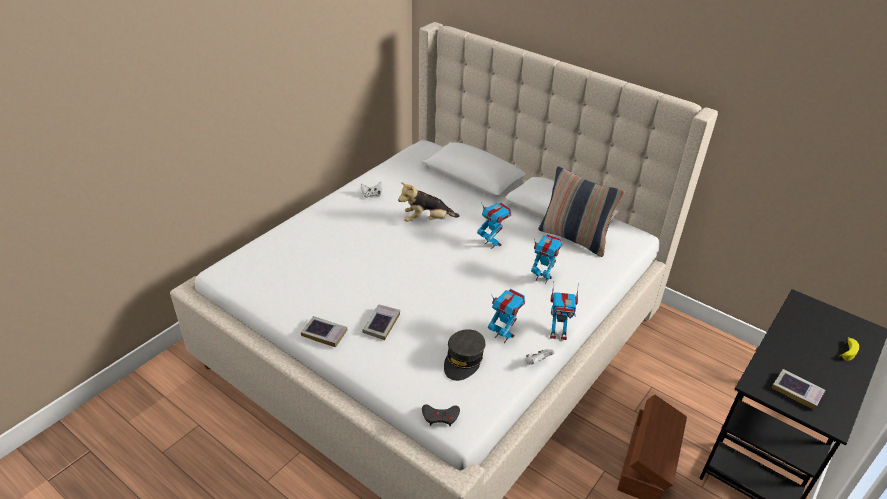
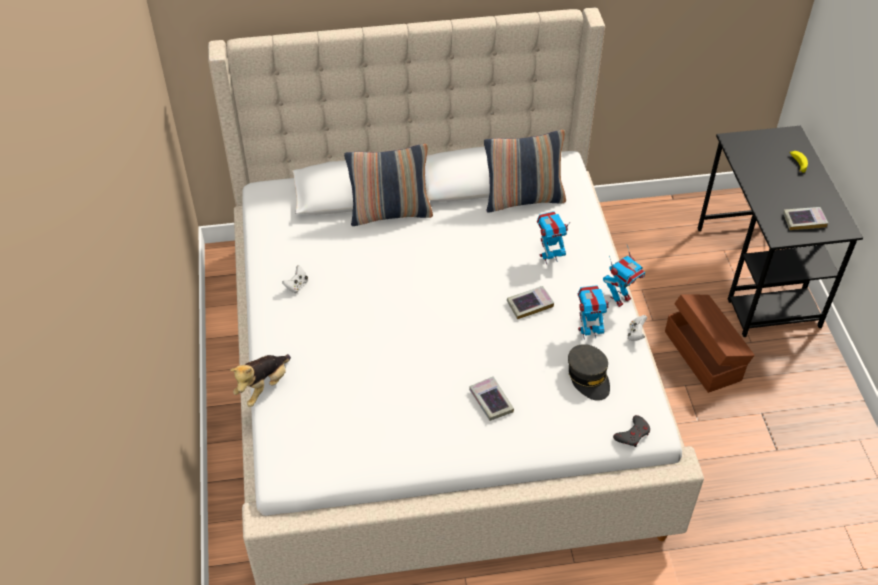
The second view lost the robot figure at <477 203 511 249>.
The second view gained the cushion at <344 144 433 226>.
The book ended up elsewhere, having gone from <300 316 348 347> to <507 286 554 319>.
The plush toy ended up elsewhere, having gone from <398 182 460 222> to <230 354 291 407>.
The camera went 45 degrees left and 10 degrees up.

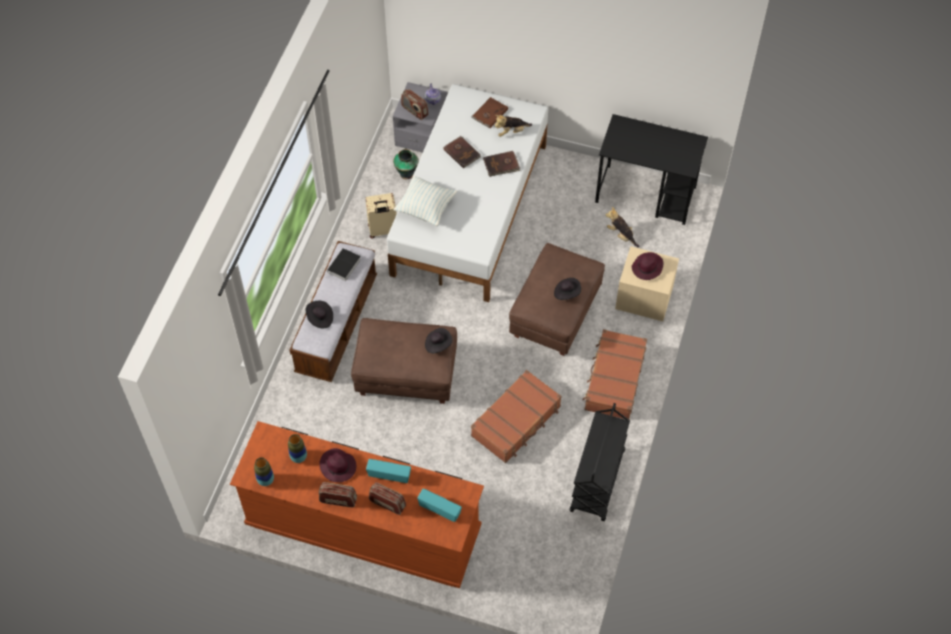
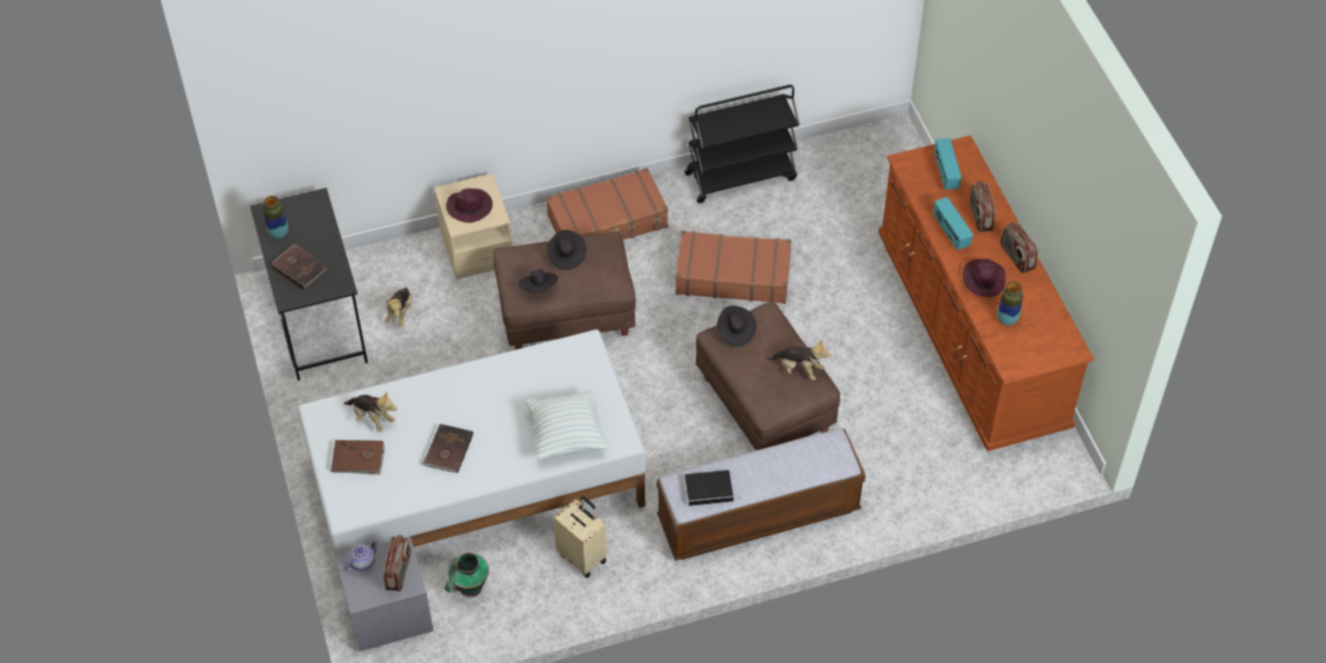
The second view gained the plush toy at <767 339 831 380>.
The vase ended up elsewhere, having gone from <254 457 274 486> to <263 196 288 239>.
The hat (black-coloured) ended up elsewhere, having gone from <306 301 333 328> to <519 269 558 293>.
The book (brownish) ended up elsewhere, having gone from <483 151 520 177> to <271 244 328 290>.
The camera went 125 degrees left and 5 degrees down.

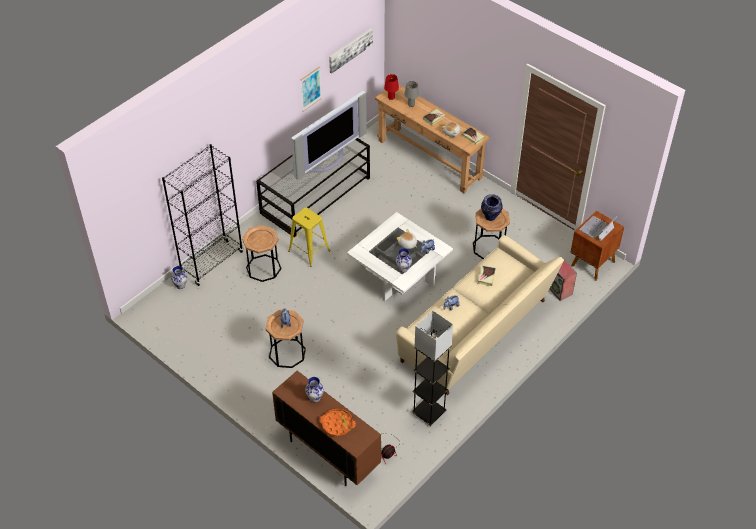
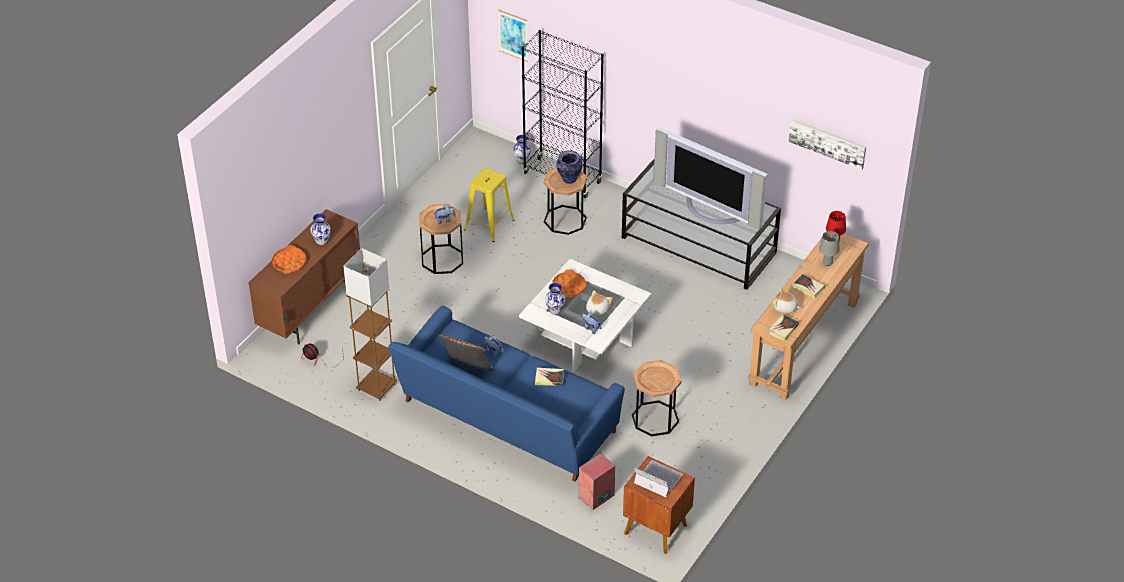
The second view gained the cushion (brownish) at <438 335 494 371>.
The second view gained the serving tray (orangey) at <552 269 586 298>.
The sitting stool (yellowish) ended up elsewhere, having gone from <288 207 330 267> to <464 168 514 242>.
The picture ended up elsewhere, having gone from <301 66 322 112> to <498 10 528 62>.
The vase ended up elsewhere, having gone from <481 194 502 221> to <556 150 583 184>.
What was the couch (beige) at <396 235 564 395> turned into the couch (blue-coloured) at <389 306 625 481>.
What was the standard lamp (gray) at <412 310 453 426> turned into the standard lamp (brownish) at <343 248 397 401>.
The camera went 80 degrees right and 5 degrees down.

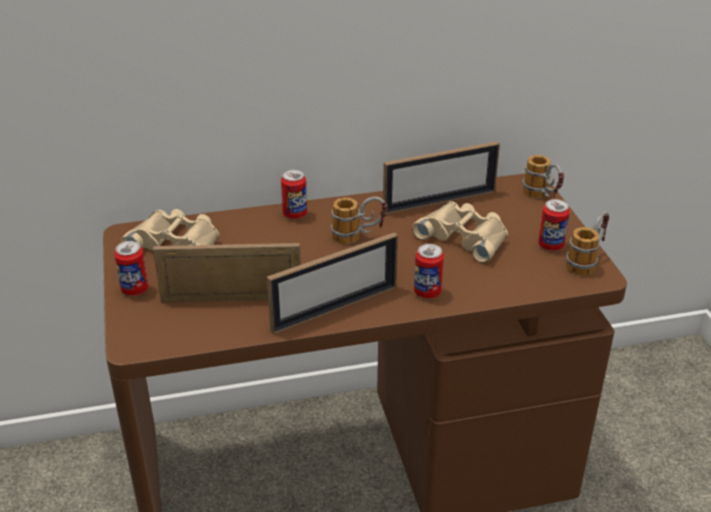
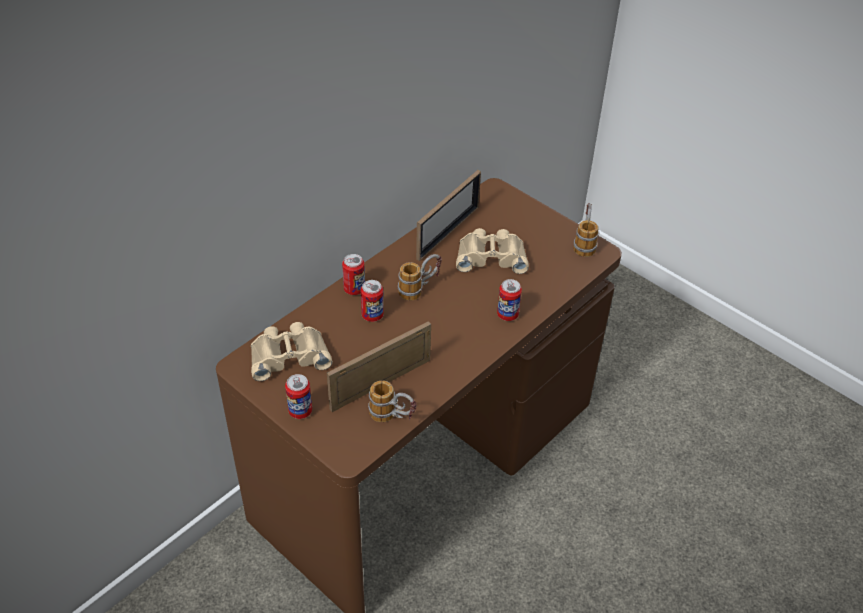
The second view lost the picture frame at <267 232 398 334>.
The mug ended up elsewhere, having gone from <522 155 564 198> to <368 381 416 422>.
The can ended up elsewhere, having gone from <538 199 570 251> to <361 280 384 322>.
The camera went 35 degrees left and 10 degrees up.

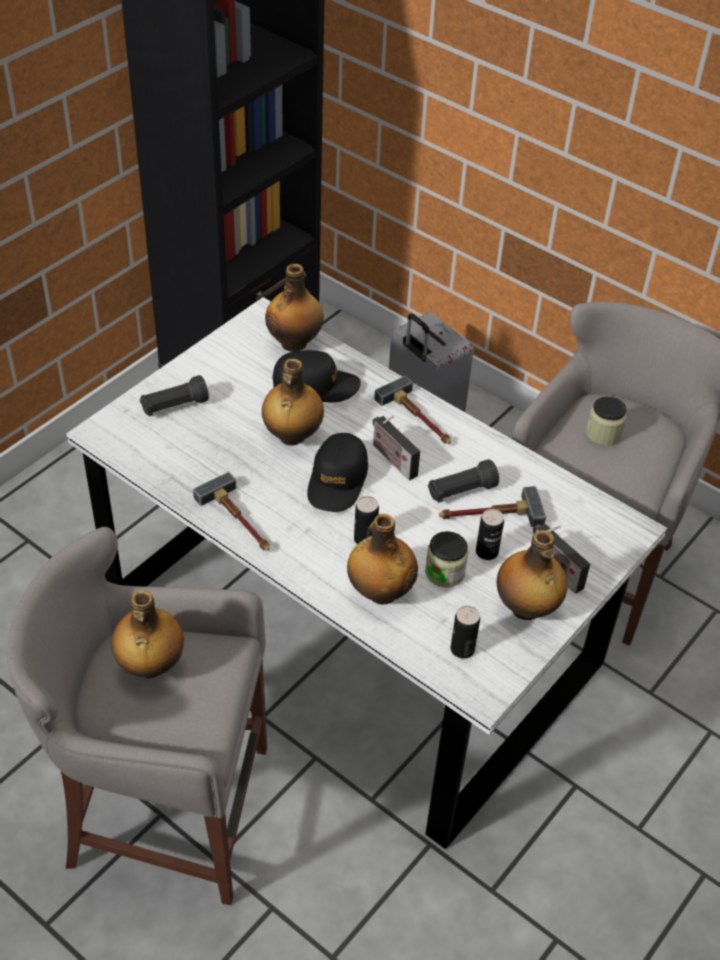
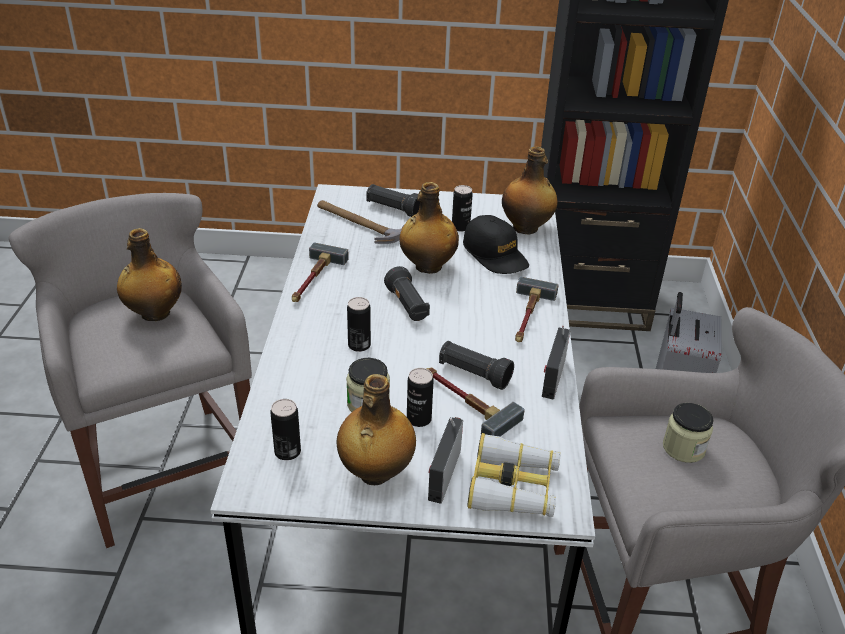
The second view lost the bottle at <347 514 418 605>.
The second view gained the hand hammer at <317 200 404 244>.
The second view gained the can at <452 185 473 232>.
The second view gained the pair of binoculars at <467 433 561 517>.
The radio receiver ended up elsewhere, having gone from <373 416 420 480> to <542 325 570 400>.
Where the cap (black-coloured) stood at <307 433 368 512>, the flashlight (black-coloured) came to stand at <384 266 430 321>.
The camera went 55 degrees right and 10 degrees down.

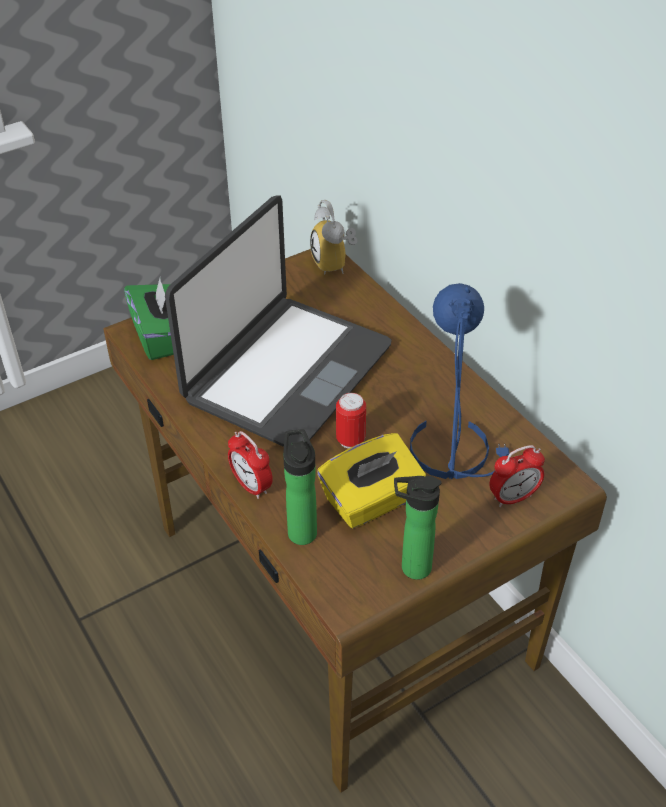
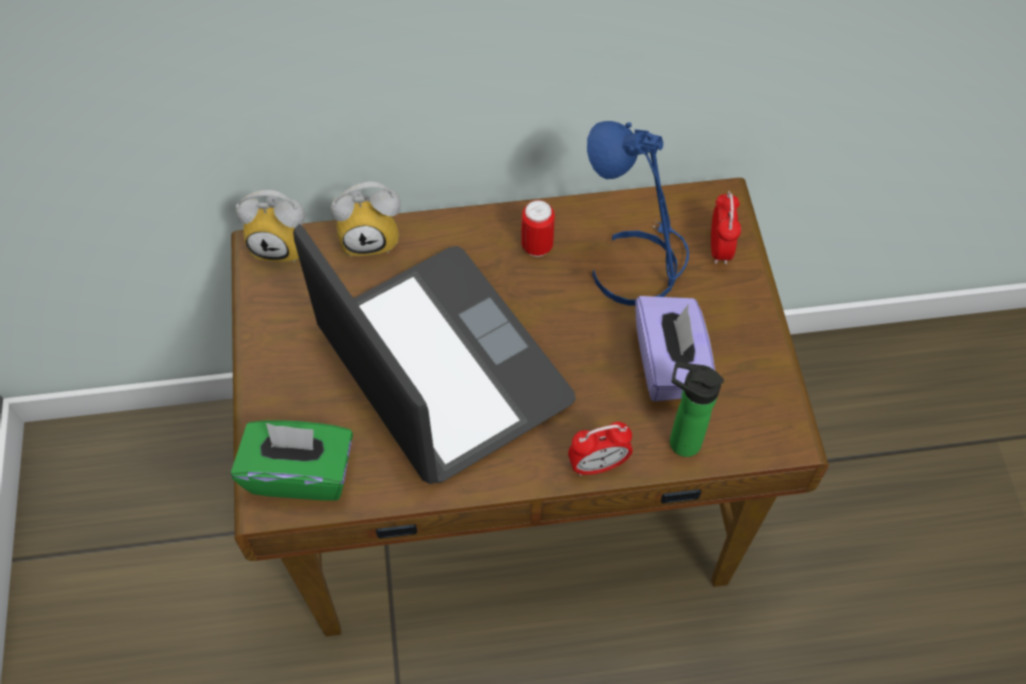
The second view lost the bottle at <394 476 442 580>.
The second view gained the table clock at <331 182 401 257>.
The can ended up elsewhere, having gone from <336 393 366 449> to <521 200 555 257>.
What was the box of tissues (yellowish) at <317 433 426 528> turned into the box of tissues (purple) at <635 296 715 401>.
The camera went 65 degrees left and 15 degrees up.

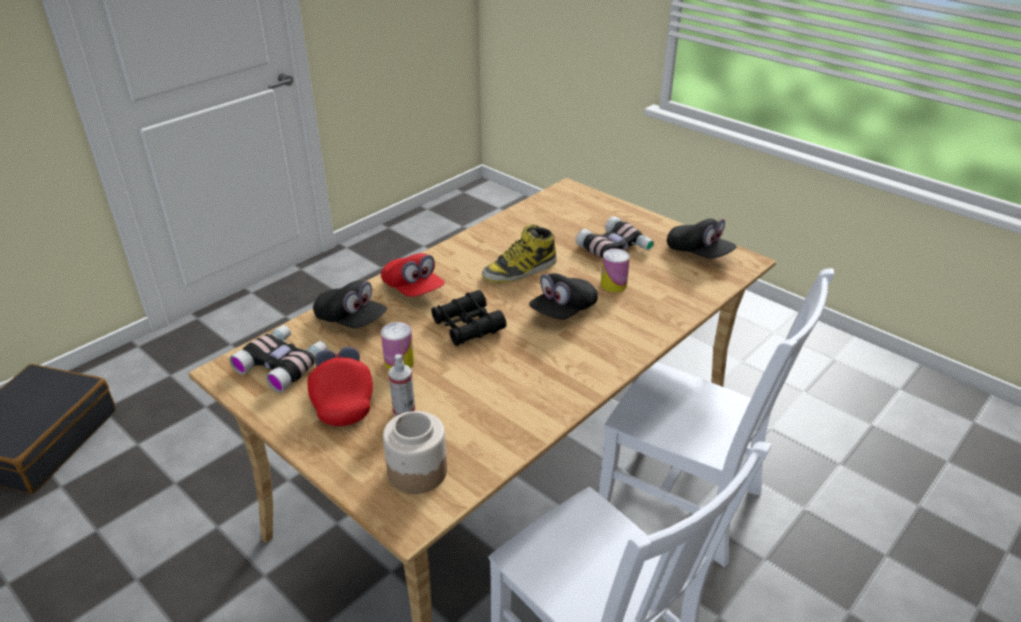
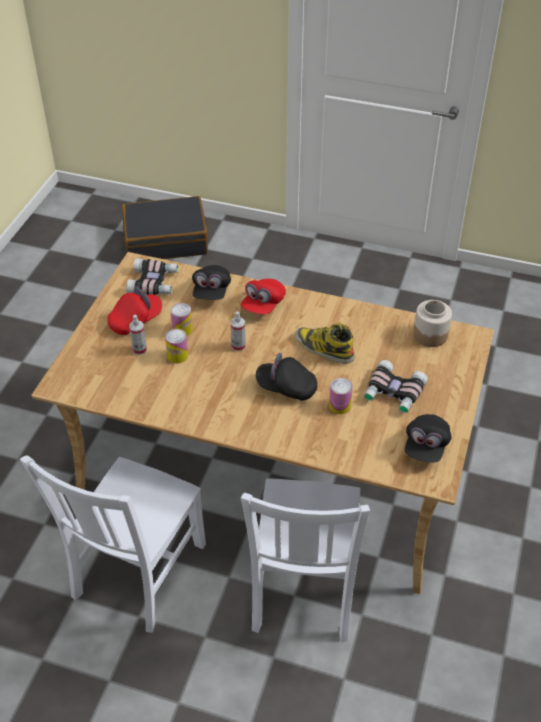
The second view gained the can at <165 329 188 363>.
The storage jar ended up elsewhere, having gone from <383 411 447 494> to <413 300 452 347>.
Where the pair of binoculars (black-coloured) stood at <431 290 506 346>, the spray bottle came to stand at <231 311 246 351>.
The camera went 65 degrees right and 10 degrees up.

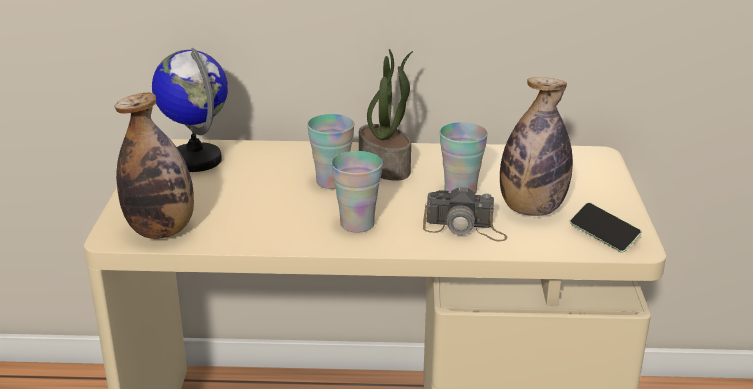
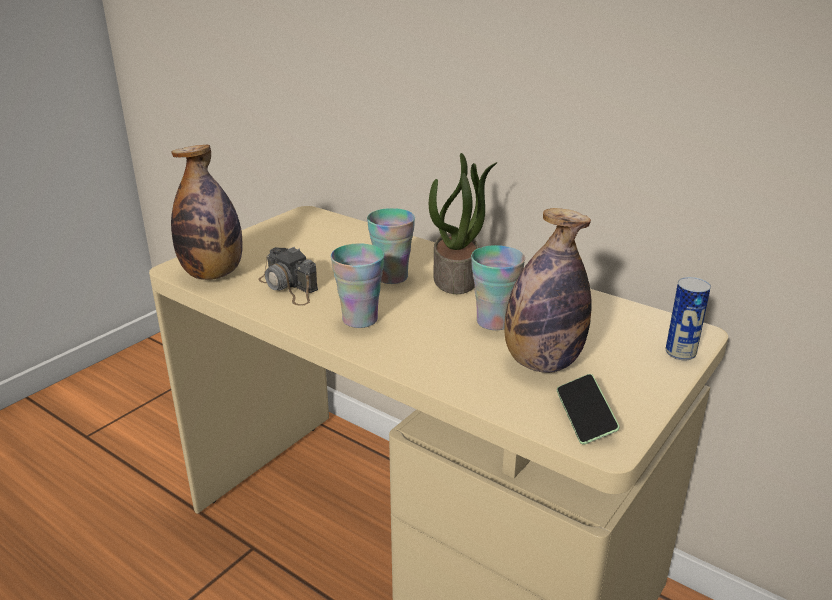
The second view lost the world globe at <152 48 228 172>.
The second view gained the can at <666 277 711 360>.
The photo camera ended up elsewhere, having gone from <423 185 507 241> to <258 247 318 306>.
The camera went 35 degrees right and 0 degrees up.

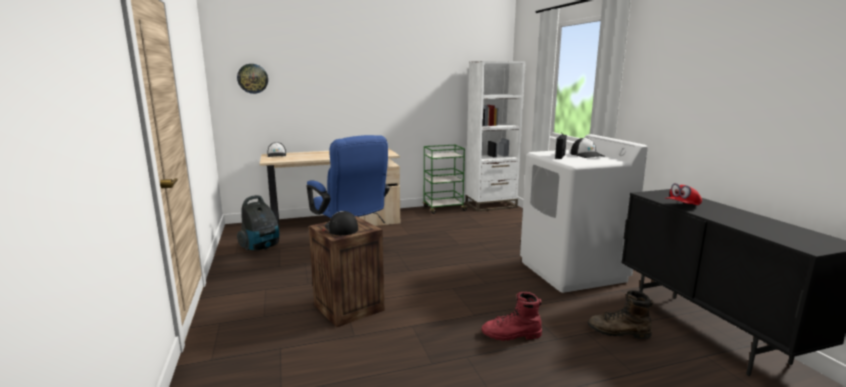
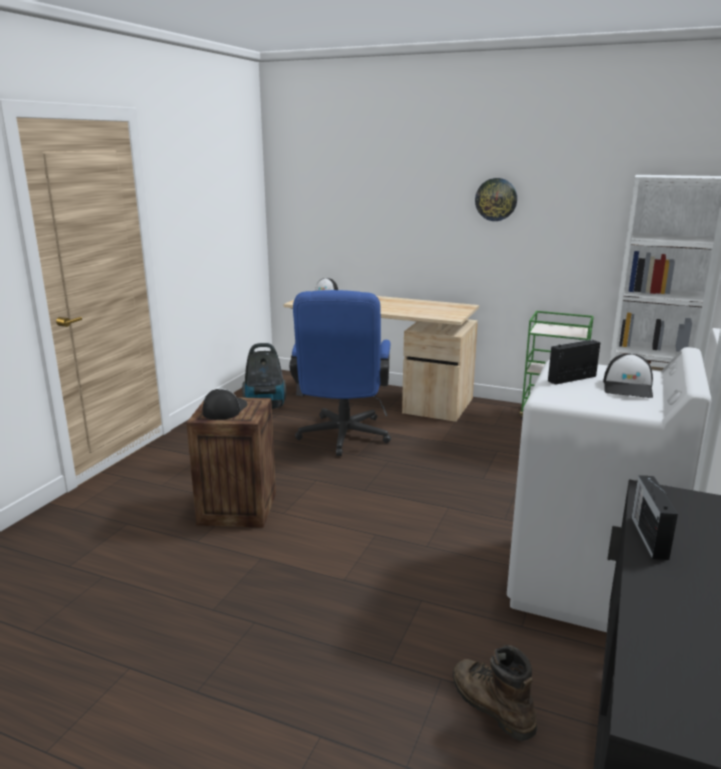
The second view lost the high-top boot (reddish) at <481 292 542 341>.
The hanging clock ended up elsewhere, having gone from <237 64 268 94> to <475 178 517 221>.
Where the cap (reddish) stood at <665 183 702 205>, the radio receiver came to stand at <632 475 678 560>.
The camera went 40 degrees right and 5 degrees up.

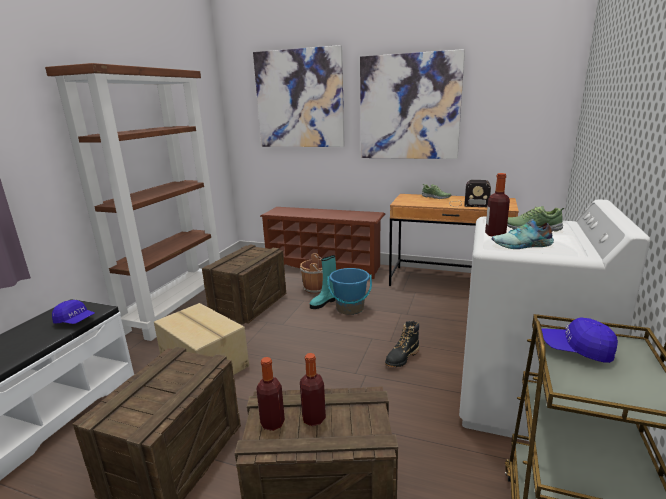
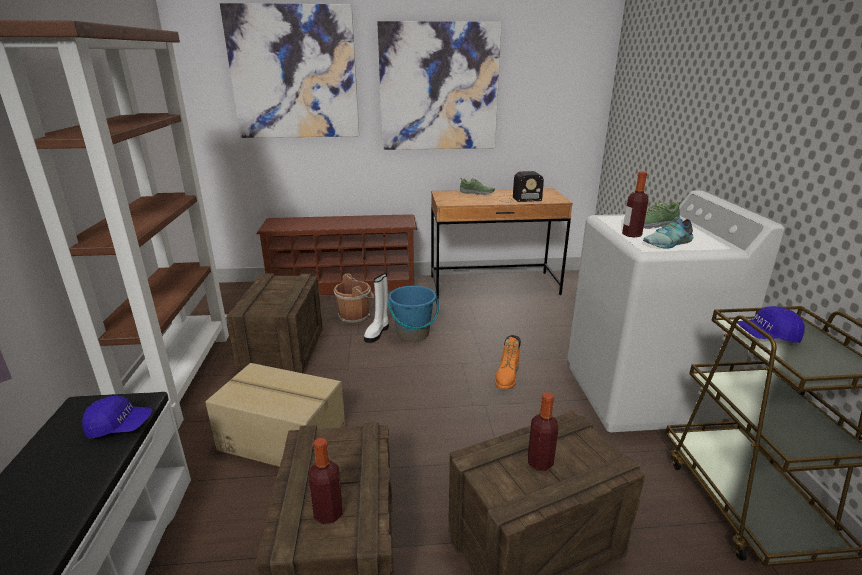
The bottle ended up elsewhere, having gone from <256 357 285 431> to <309 438 343 525>.
What was the high-top boot (blue-green) at <310 255 336 309> turned into the high-top boot (white) at <364 273 389 343>.
What was the high-top boot (black-coloured) at <385 321 419 367> turned into the high-top boot (orangey) at <495 335 521 390>.
The camera went 25 degrees left and 5 degrees up.

